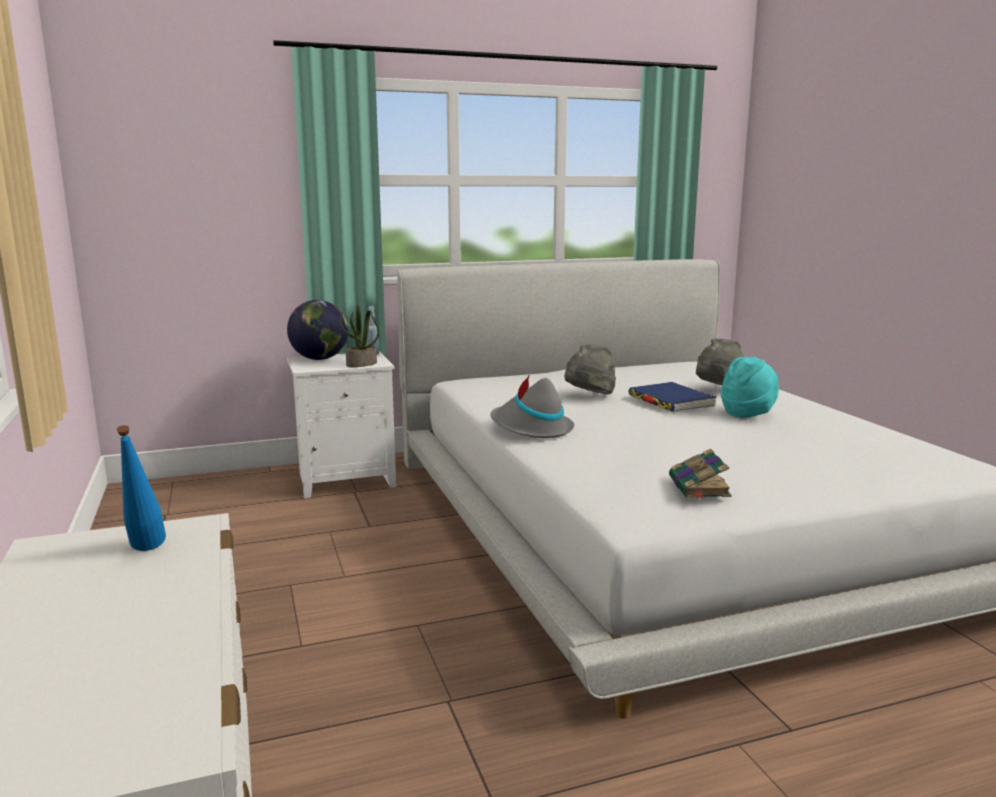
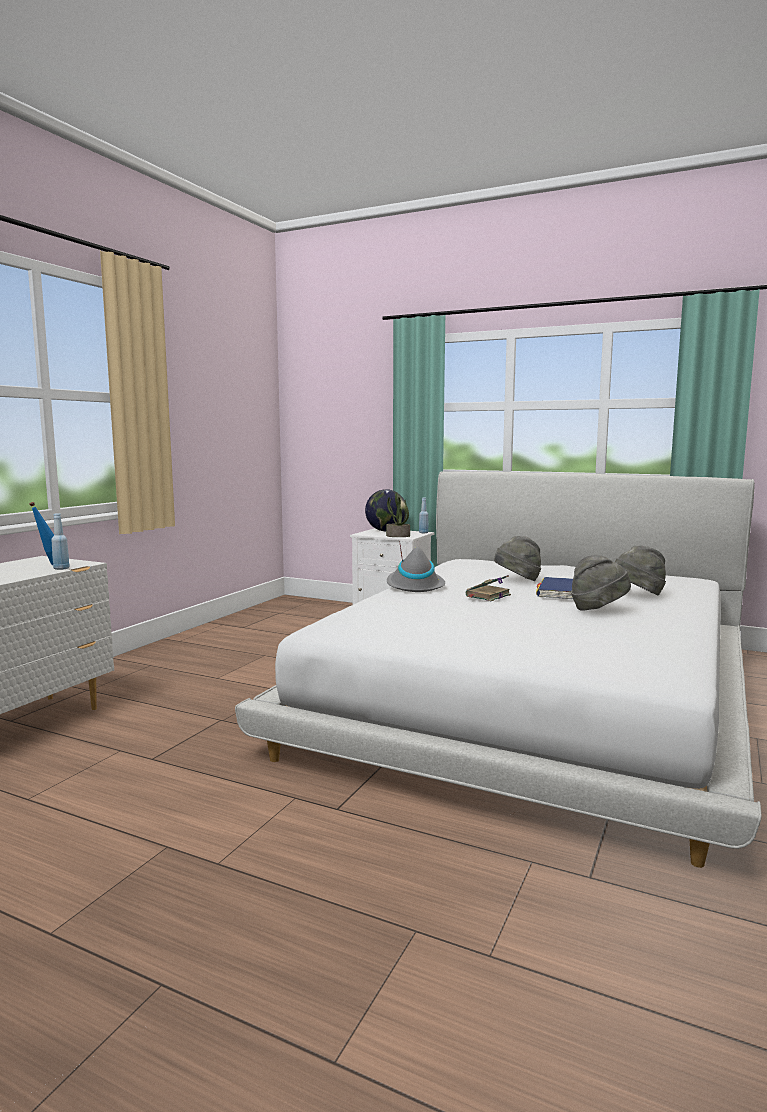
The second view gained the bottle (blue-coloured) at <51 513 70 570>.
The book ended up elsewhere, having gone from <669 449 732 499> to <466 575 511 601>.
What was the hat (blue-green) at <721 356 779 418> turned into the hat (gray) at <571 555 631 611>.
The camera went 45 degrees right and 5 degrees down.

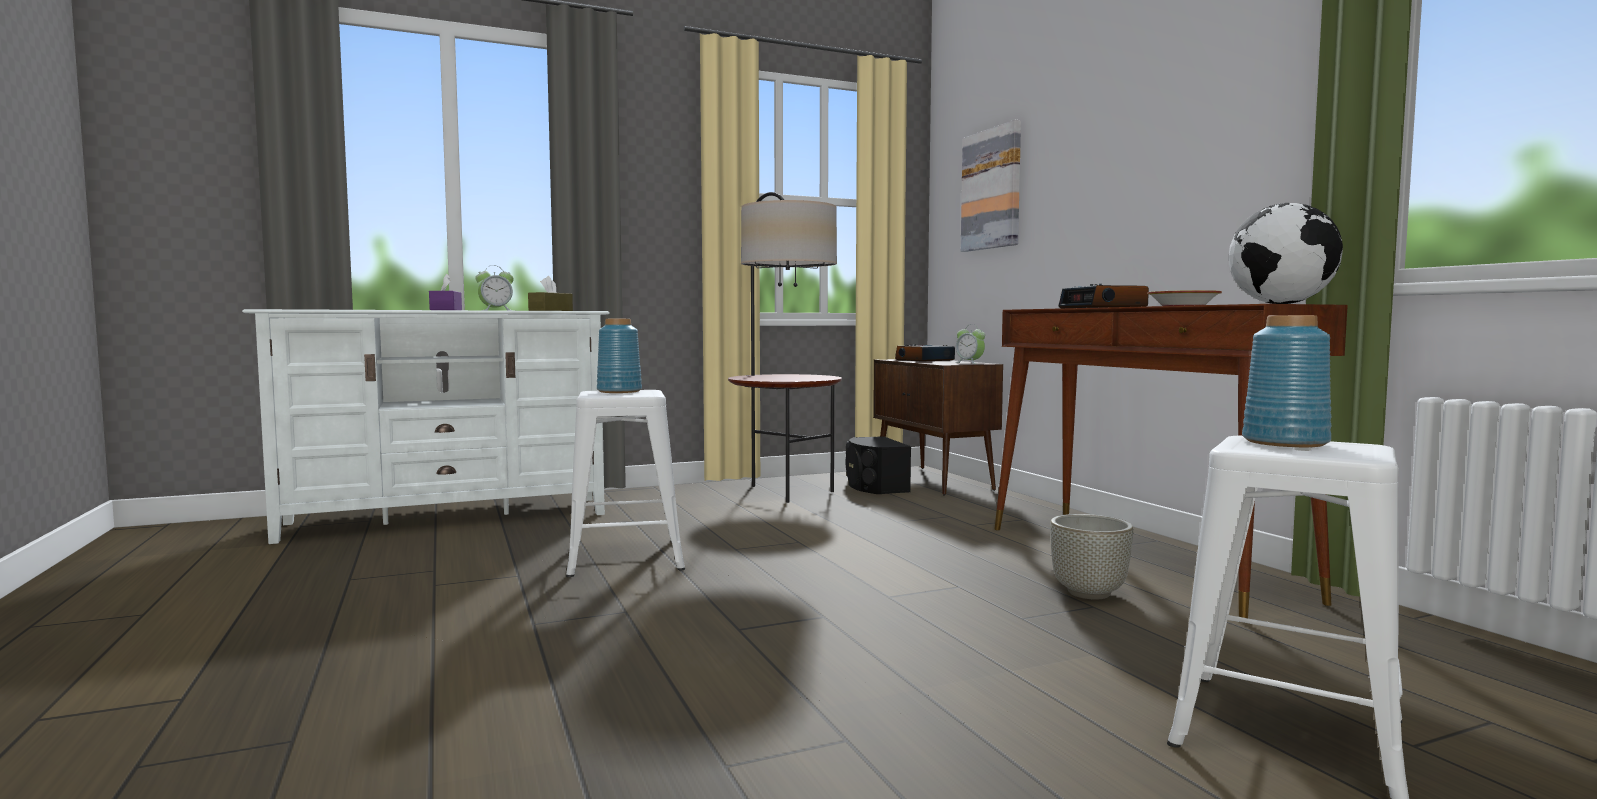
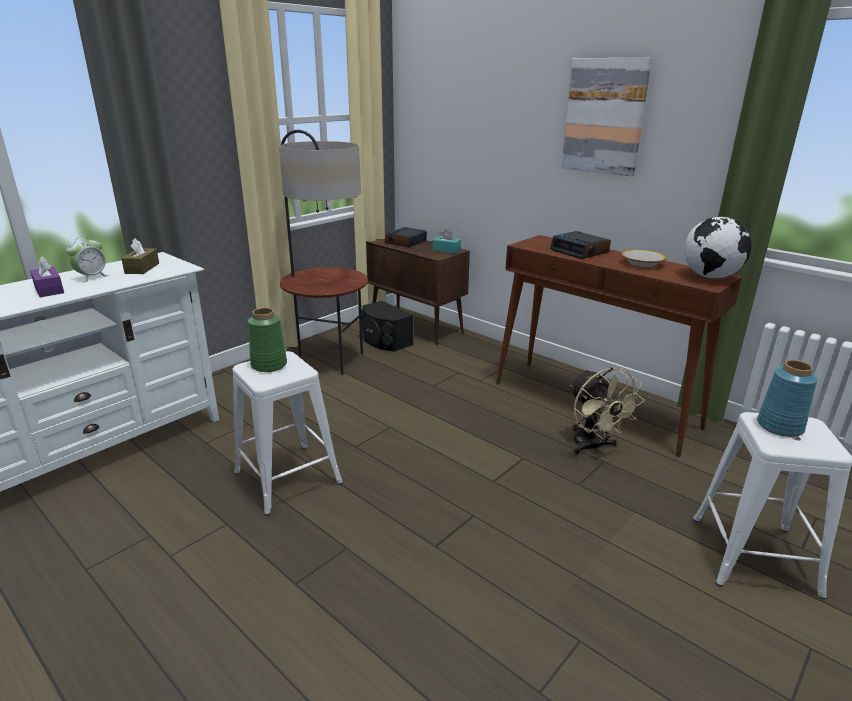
The picture ended up elsewhere, having gone from <961 120 1021 252> to <562 58 652 176>.
Where the table clock stood at <955 324 985 364>, the box of tissues (blue-green) came to stand at <433 229 461 253>.
Where the planter (gray) stood at <1050 514 1133 599>, the cooling fan (beige) came to stand at <570 367 645 455>.
What was the vase (blue-coloured) at <597 319 642 393> turned into the vase (greenish) at <248 308 287 372>.
The camera went 25 degrees left and 20 degrees up.

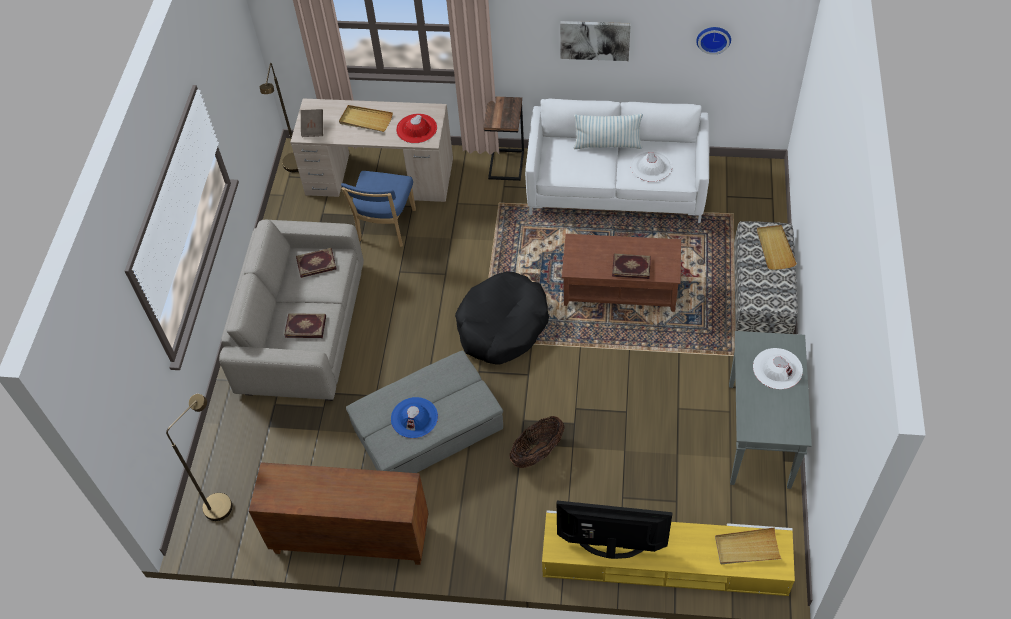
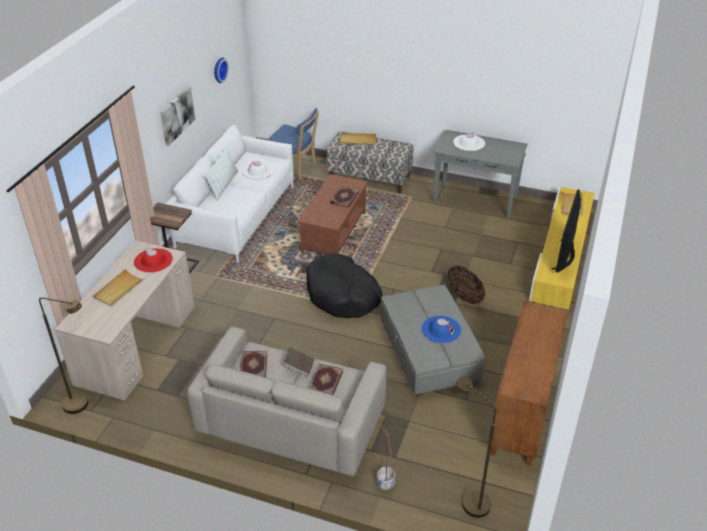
The second view gained the planter at <377 425 395 491>.
The book (brownish) ended up elsewhere, having gone from <301 109 323 137> to <283 348 315 377>.
The chair (blue-coloured) ended up elsewhere, having gone from <341 171 416 247> to <267 108 319 180>.
The camera went 80 degrees left and 15 degrees down.

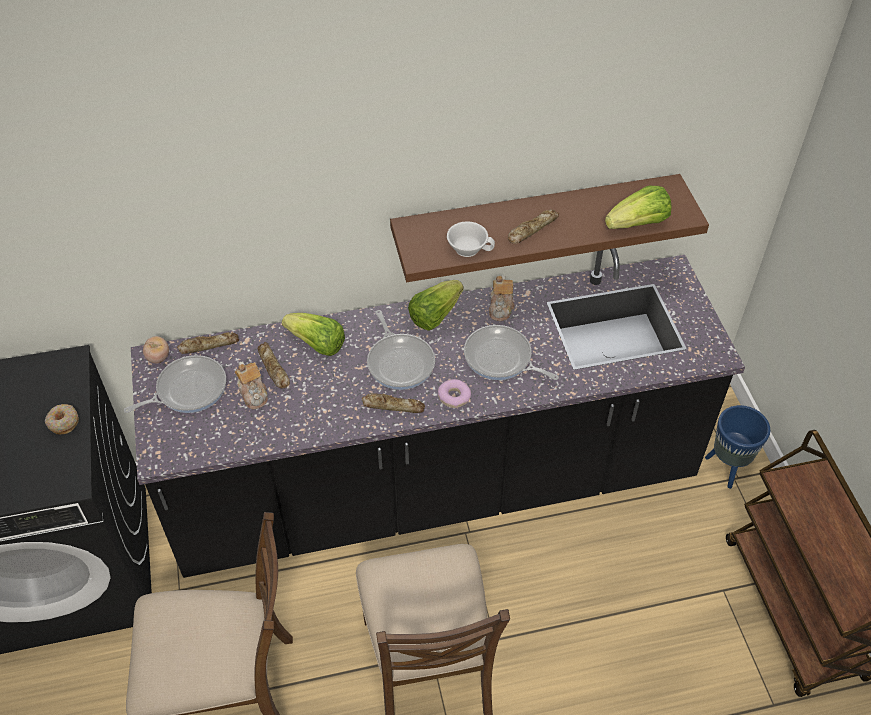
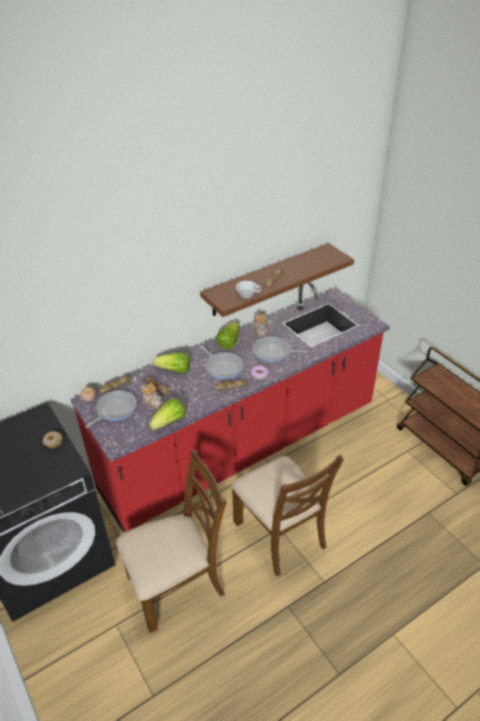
The second view lost the planter (blue-coloured) at <705 405 770 489>.
The head of lettuce ended up elsewhere, having gone from <605 186 671 229> to <149 398 186 430>.
What was the kitchen counter (black-coloured) at <131 248 745 578> turned into the kitchen counter (reddish) at <70 282 390 532>.
The camera went 20 degrees left and 10 degrees down.

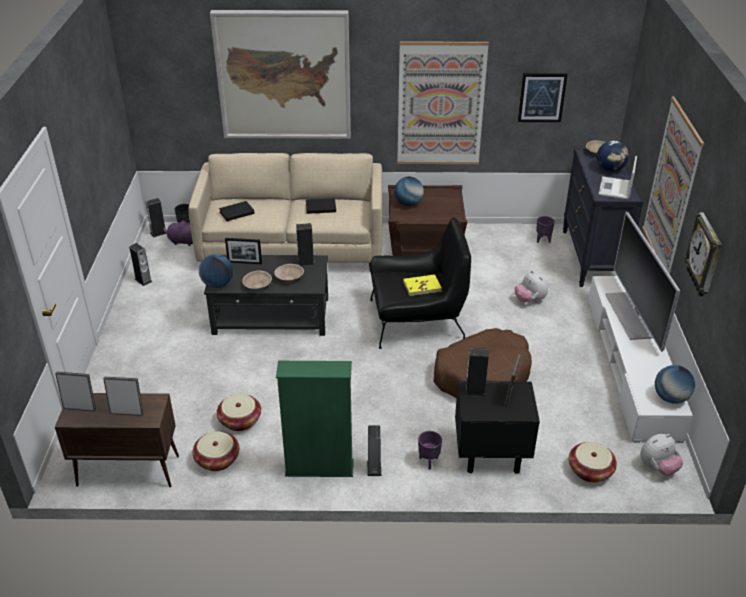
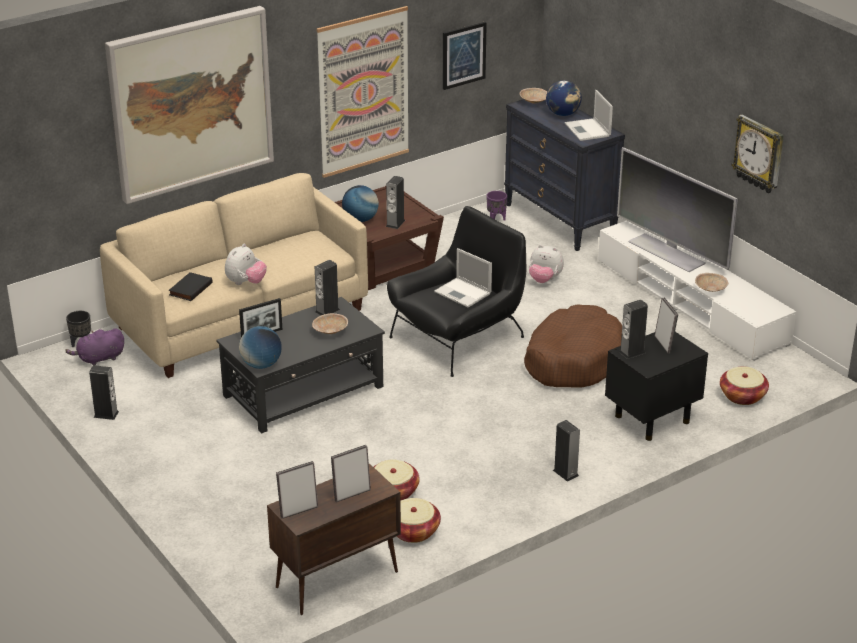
The second view lost the bookcase (greenish) at <276 361 354 477>.
The second view lost the book (black-coloured) at <306 198 336 214>.
The second view lost the planter (purple) at <418 431 442 469>.
The second view lost the picture at <642 96 704 274>.
The second view lost the world globe at <655 365 695 404>.
The audio speaker ended up elsewhere, having gone from <145 198 166 238> to <386 176 405 229>.
The bowl (beige) ended up elsewhere, having gone from <242 271 272 289> to <695 273 728 292>.
The plush toy ended up elsewhere, having gone from <640 434 683 476> to <225 244 267 285>.
Where the book (yellowish) stood at <403 274 442 296>, the laptop came to stand at <434 248 492 308>.
The camera went 35 degrees left and 5 degrees down.

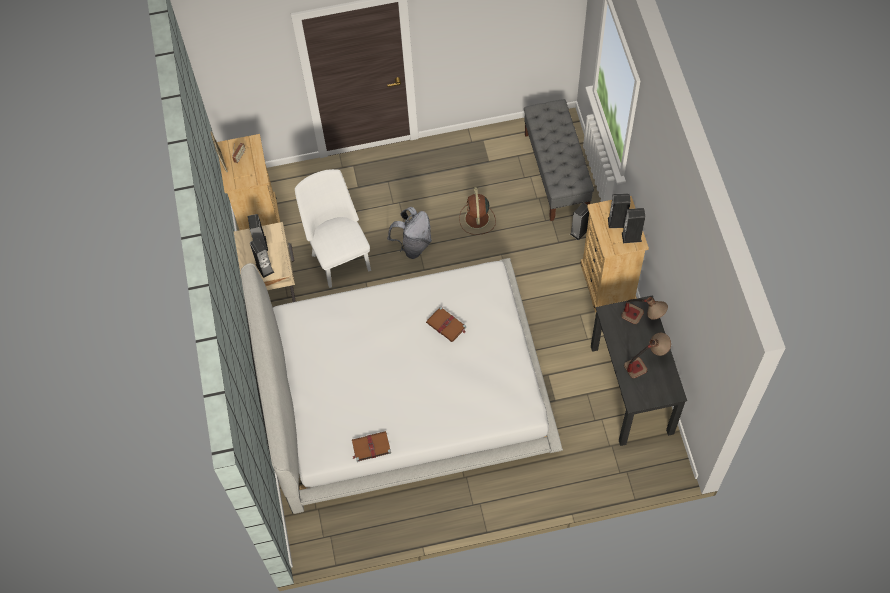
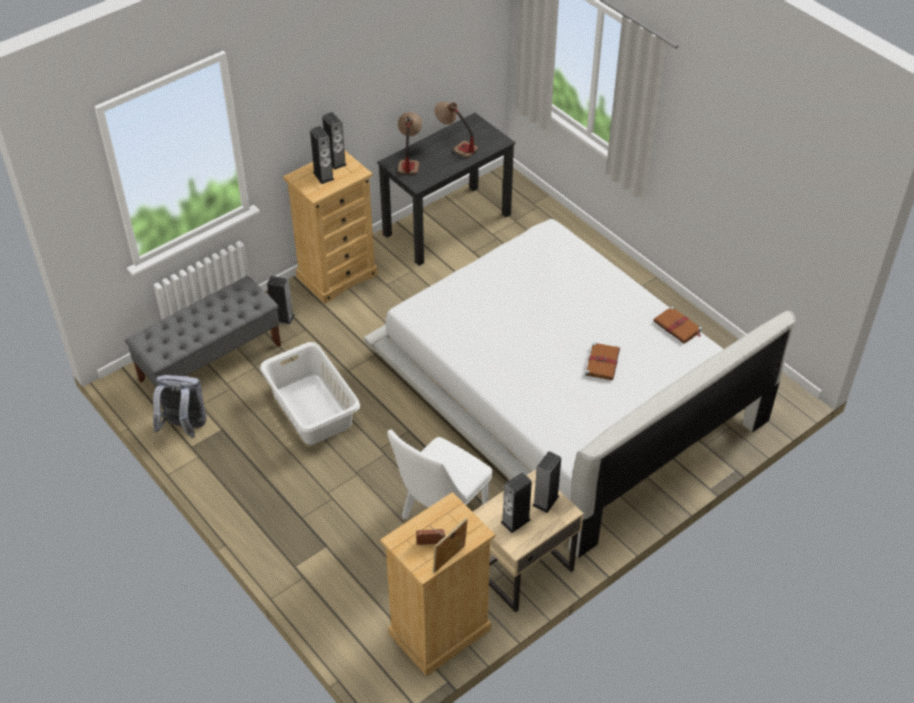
The rucksack (gray) ended up elsewhere, having gone from <387 207 432 259> to <153 375 207 438>.
The book (brownish) ended up elsewhere, having gone from <426 306 466 342> to <585 342 620 380>.
Where the cooling fan (brownish) stood at <459 187 496 235>, the laundry basket (white) came to stand at <260 342 360 445>.
The camera went 120 degrees left and 15 degrees down.

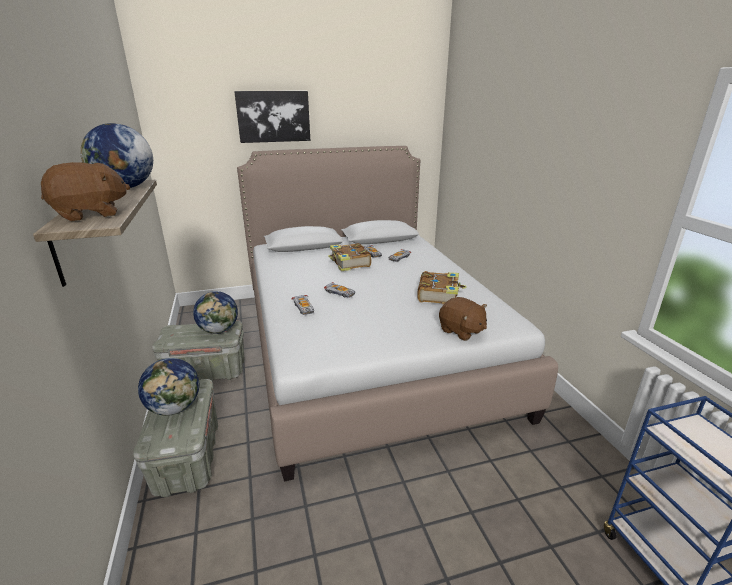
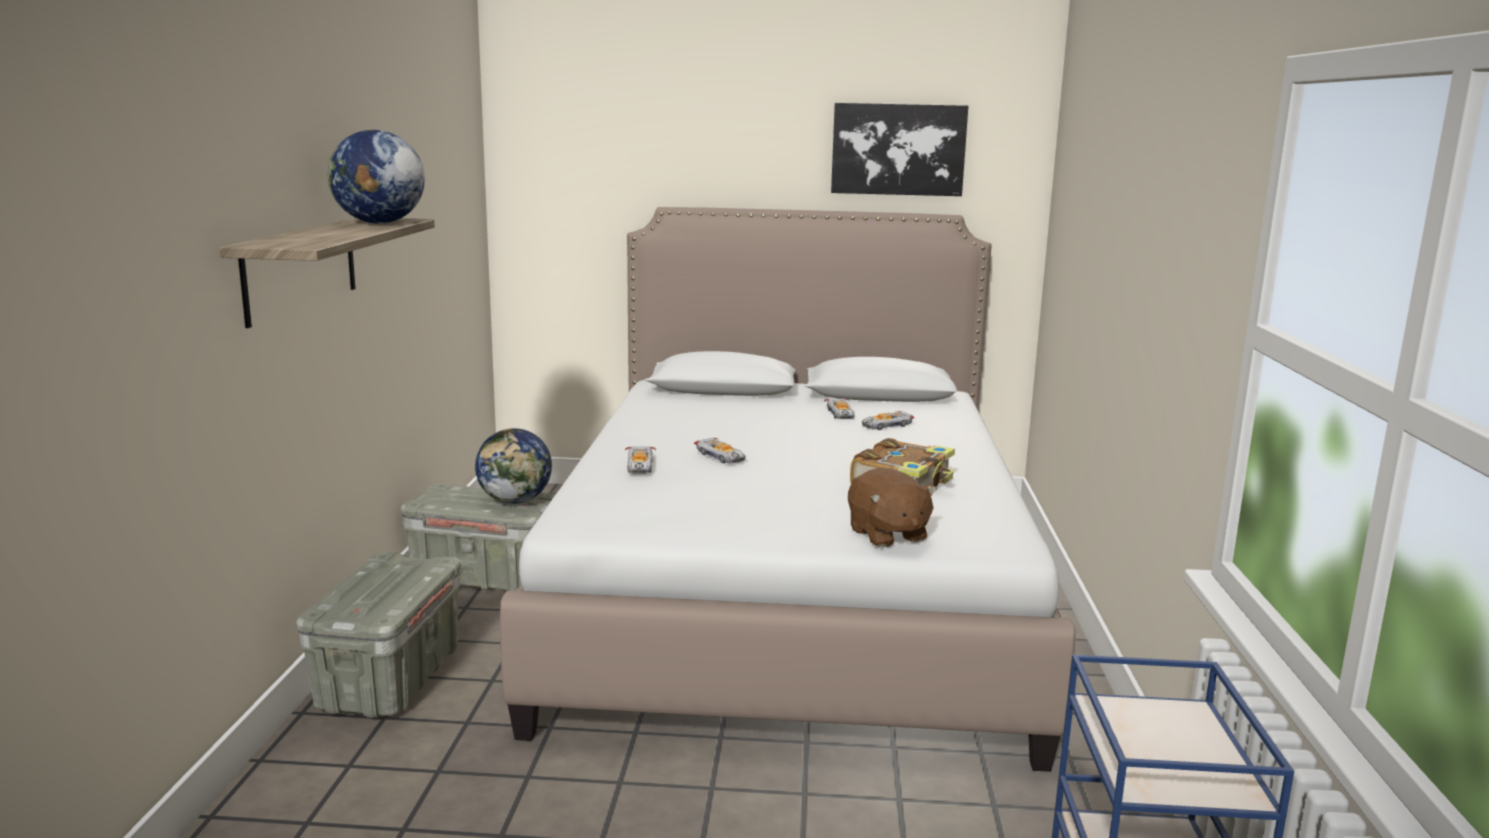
The second view lost the plush toy (brownish) at <41 162 130 221>.
The second view lost the world globe at <138 358 199 416>.
The second view lost the book at <328 243 371 271>.
The picture ended up elsewhere, having gone from <234 91 310 143> to <831 103 968 196>.
The camera went 20 degrees right and 10 degrees down.

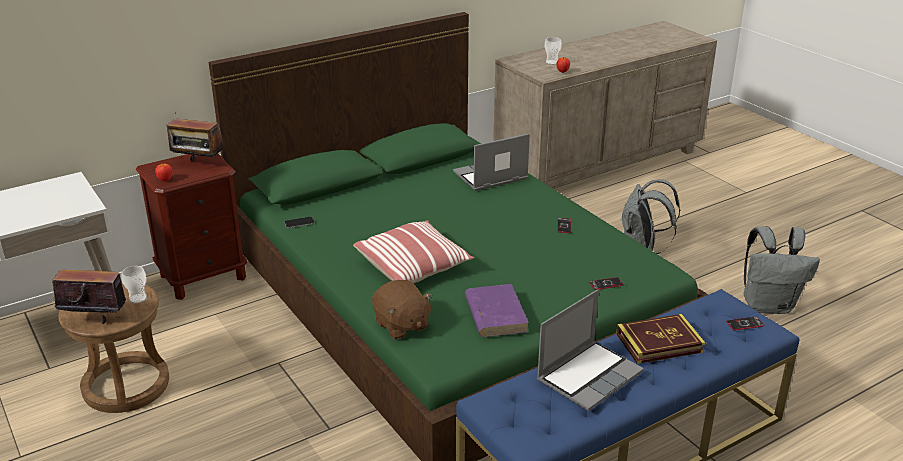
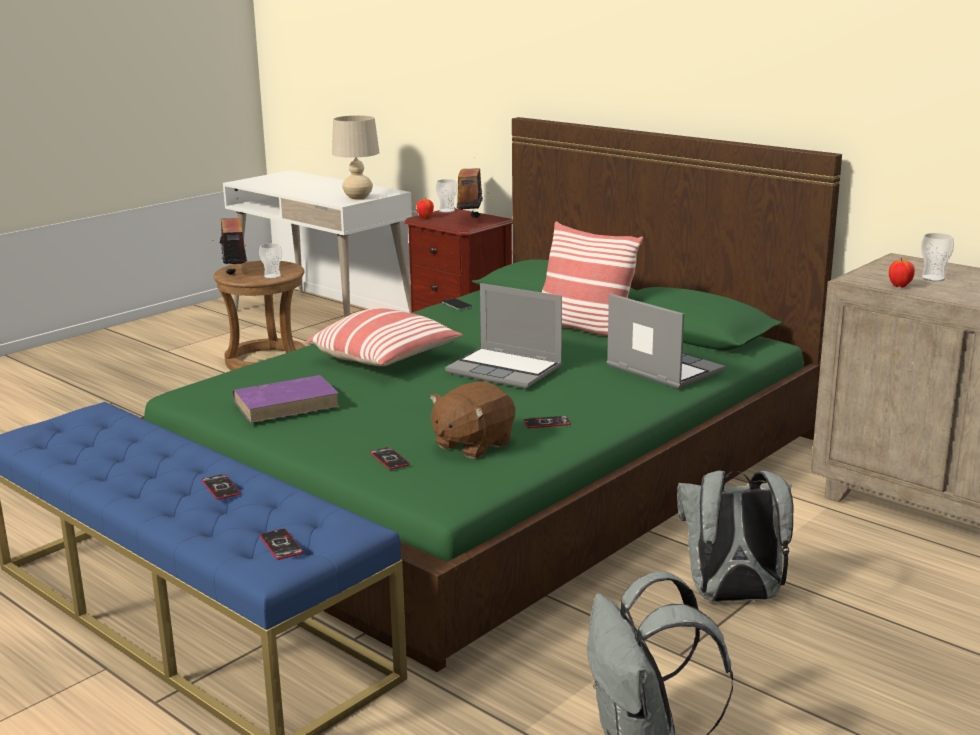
The second view gained the lamp for a table (beige) at <332 115 380 200>.
The second view gained the drinking cup at <436 179 457 213>.
The second view gained the cushion at <542 221 643 336>.
The plush toy (brownish) ended up elsewhere, having gone from <372 280 433 340> to <429 381 515 459>.
The laptop ended up elsewhere, having gone from <537 289 644 411> to <445 283 562 389>.
Where the book stood at <616 314 705 364>, the phone came to stand at <201 474 241 499>.
The camera went 75 degrees right and 10 degrees down.

